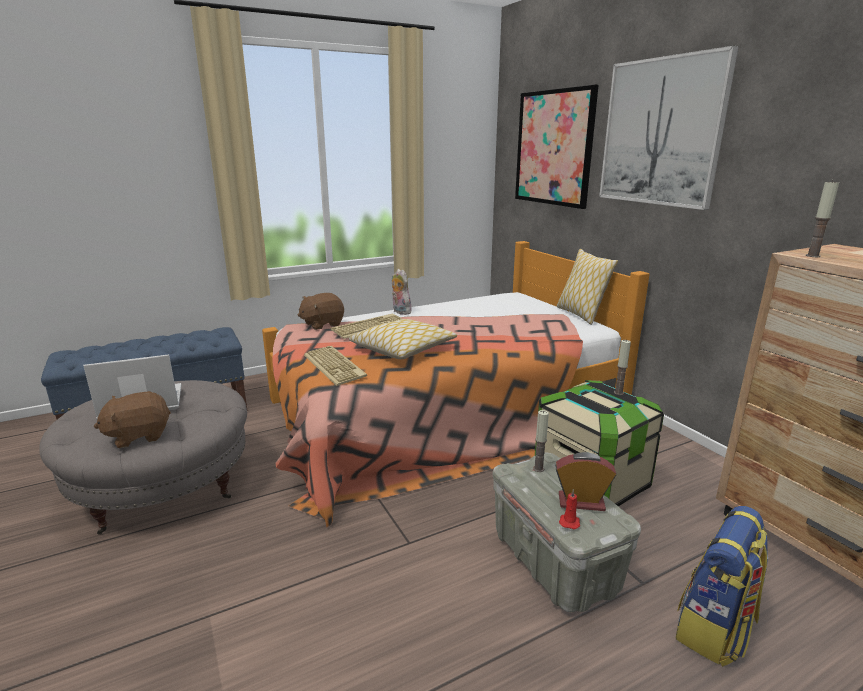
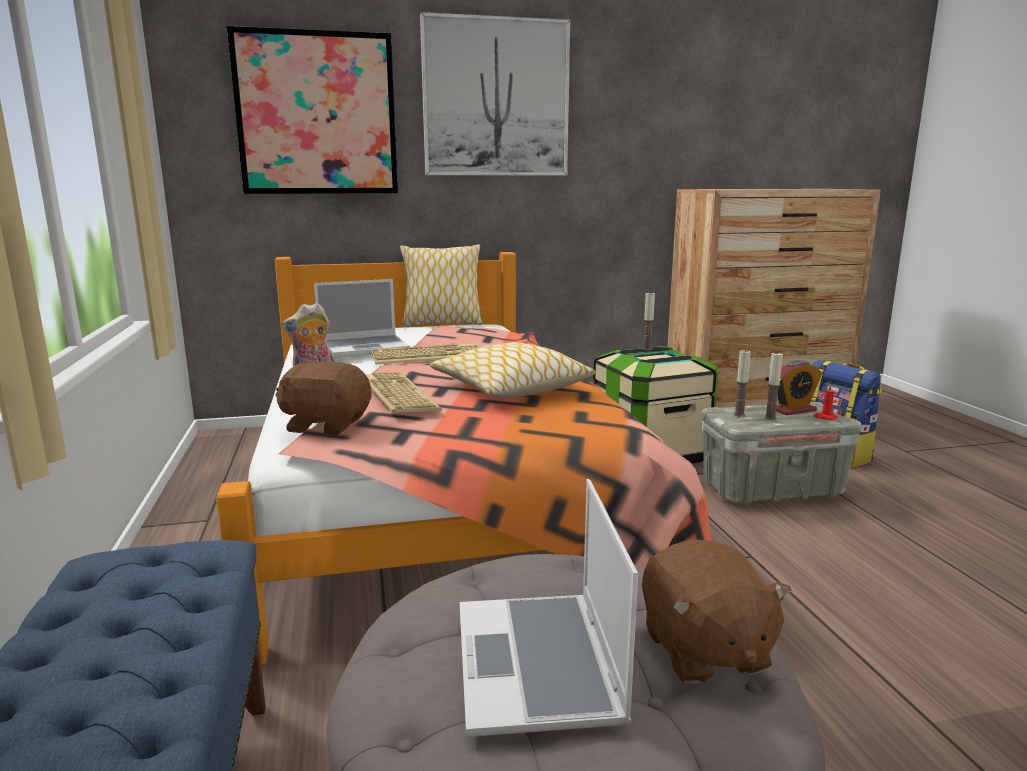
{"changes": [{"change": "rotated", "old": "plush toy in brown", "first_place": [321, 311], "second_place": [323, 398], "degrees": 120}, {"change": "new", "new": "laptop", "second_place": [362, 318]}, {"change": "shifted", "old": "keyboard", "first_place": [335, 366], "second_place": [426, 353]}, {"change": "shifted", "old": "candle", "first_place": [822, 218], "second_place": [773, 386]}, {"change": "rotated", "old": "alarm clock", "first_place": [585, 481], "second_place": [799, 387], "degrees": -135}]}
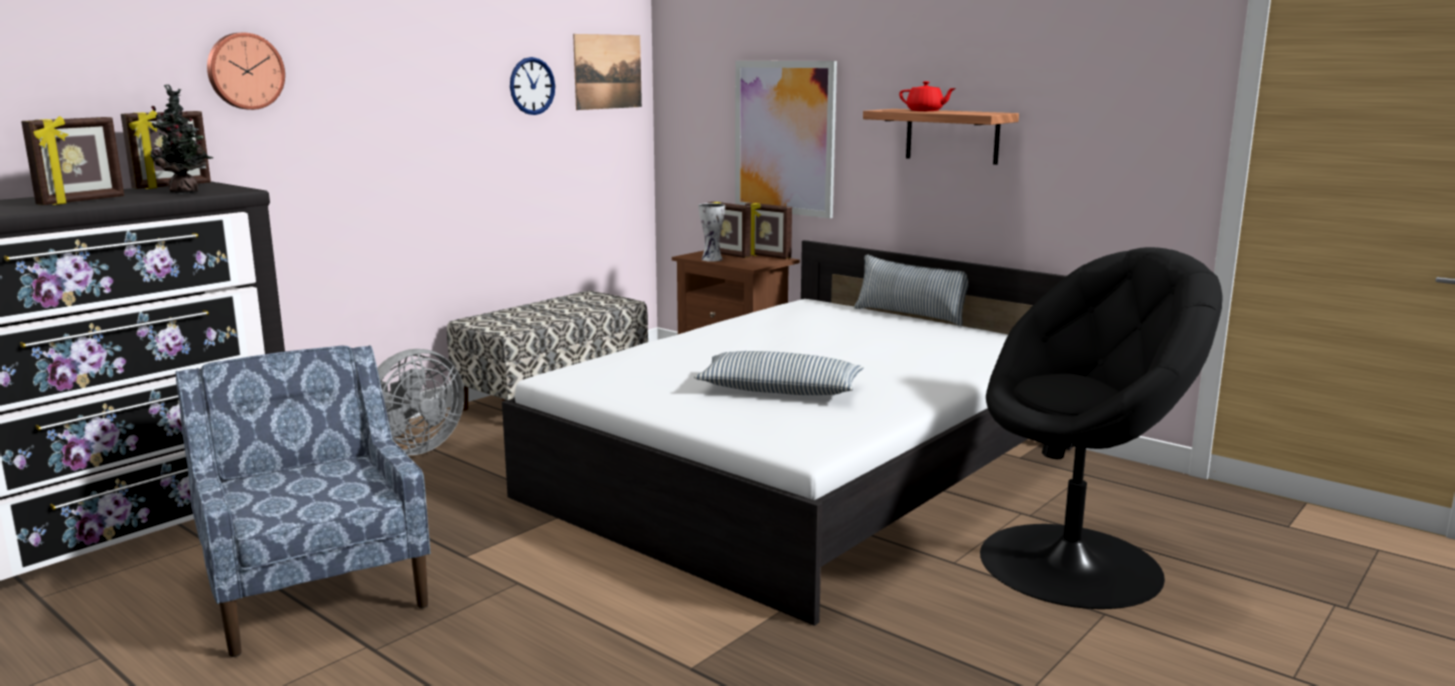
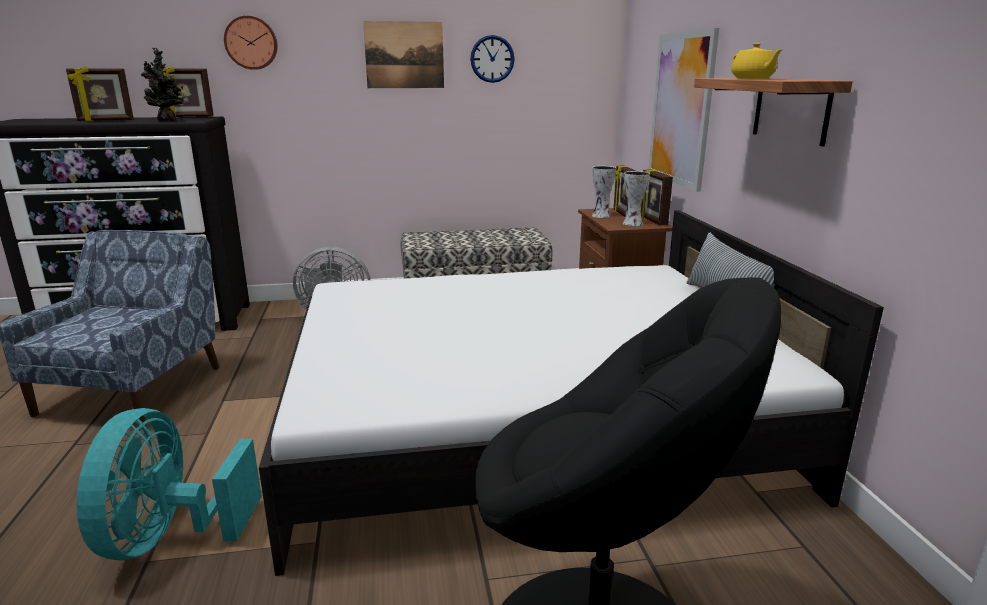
{"changes": [{"change": "new", "new": "fan in turquoise", "second_place": [169, 484]}, {"change": "shifted", "old": "picture", "first_place": [607, 72], "second_place": [403, 54]}, {"change": "new", "new": "vase", "second_place": [636, 198]}, {"change": "repainted", "old": "teapot in red", "new": "teapot in yellow", "first_place": [927, 96], "second_place": [756, 61]}, {"change": "gone", "old": "pillow", "first_place": [779, 373]}]}
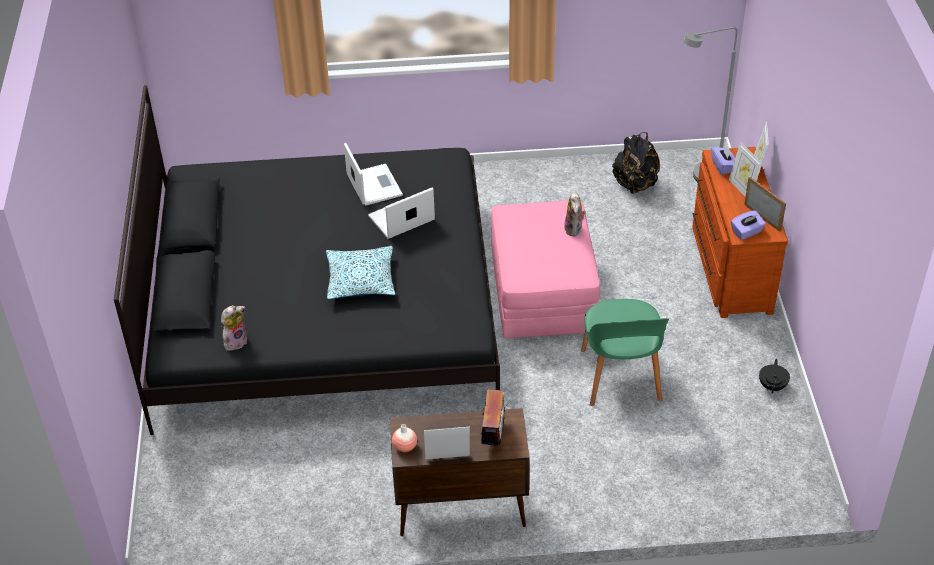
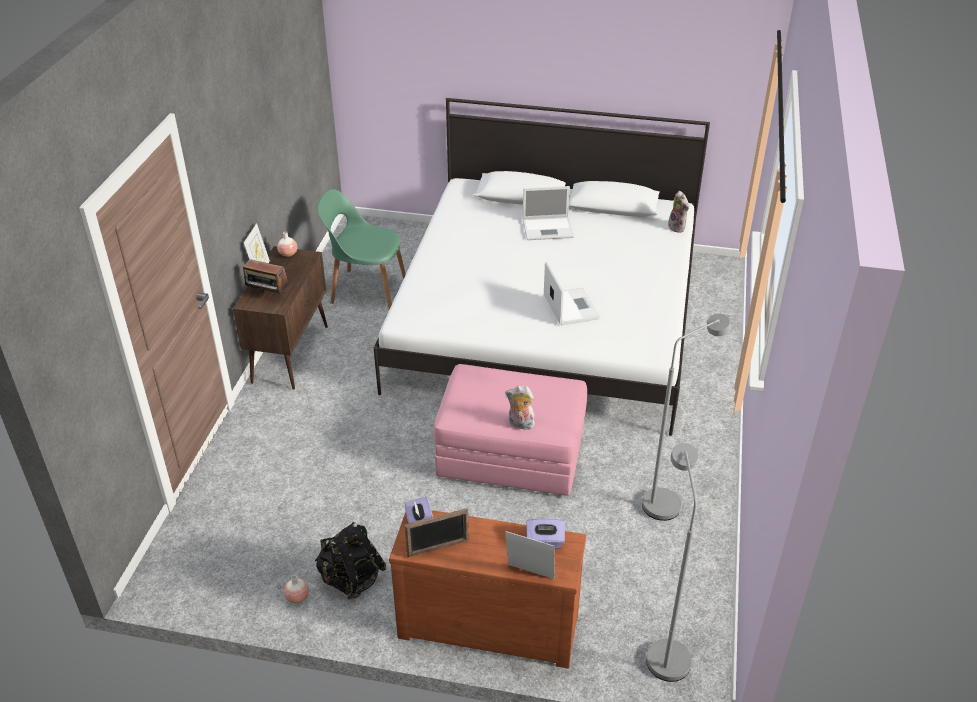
{"changes": [{"change": "swapped", "old": "teapot in black", "new": "vase", "first_place": [774, 376], "second_place": [296, 589]}, {"change": "shifted", "old": "backpack in black", "first_place": [636, 163], "second_place": [351, 561]}, {"change": "shifted", "old": "chair in green", "first_place": [625, 352], "second_place": [362, 249]}, {"change": "repainted", "old": "bed in black", "new": "bed in white", "first_place": [307, 260], "second_place": [542, 267]}, {"change": "shifted", "old": "laptop", "first_place": [373, 174], "second_place": [548, 213]}, {"change": "new", "new": "floor lamp in grey", "second_place": [686, 417]}, {"change": "shifted", "old": "plush toy", "first_place": [234, 328], "second_place": [678, 212]}, {"change": "gone", "old": "pillow", "first_place": [361, 272]}, {"change": "gone", "old": "picture frame", "first_place": [745, 169]}]}
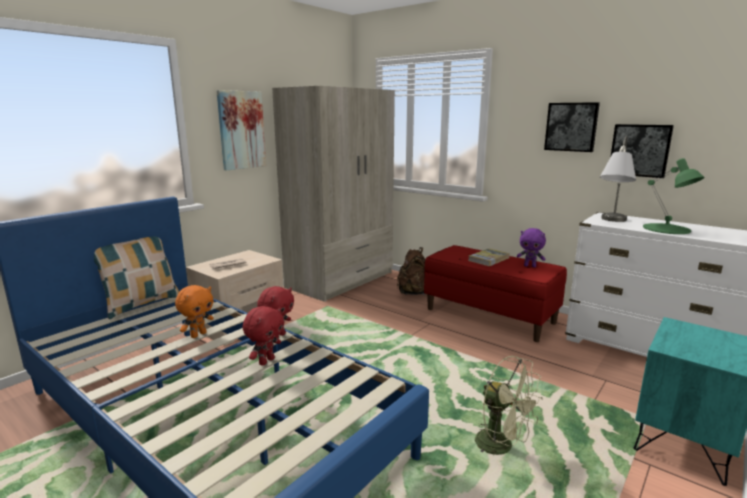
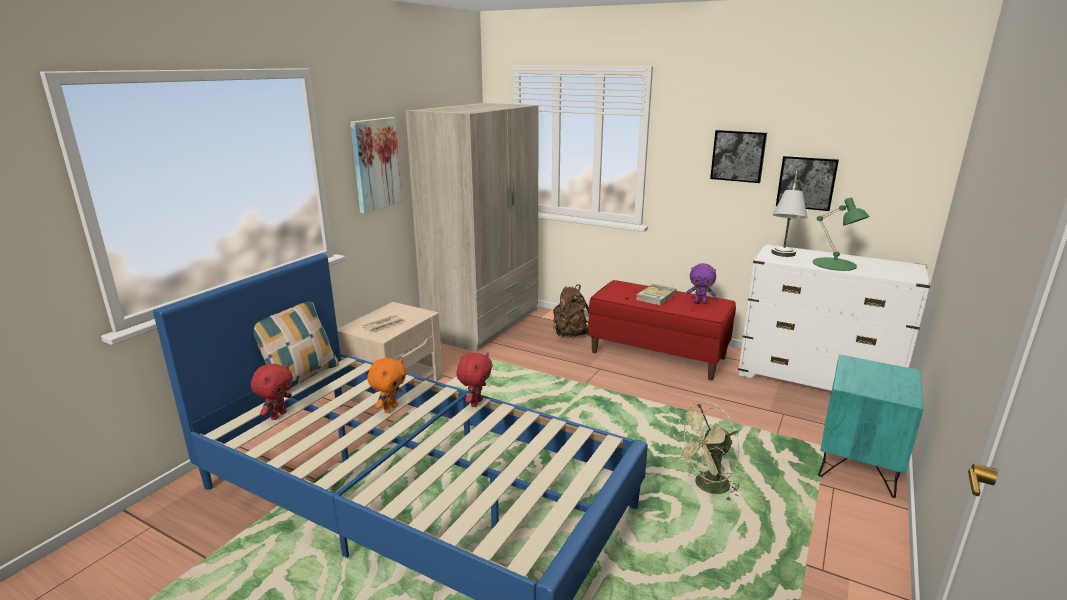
{"changes": [{"change": "shifted", "old": "plush toy in red", "first_place": [263, 336], "second_place": [272, 391]}, {"change": "rotated", "old": "fan in green", "first_place": [509, 405], "second_place": [707, 452], "degrees": 120}]}
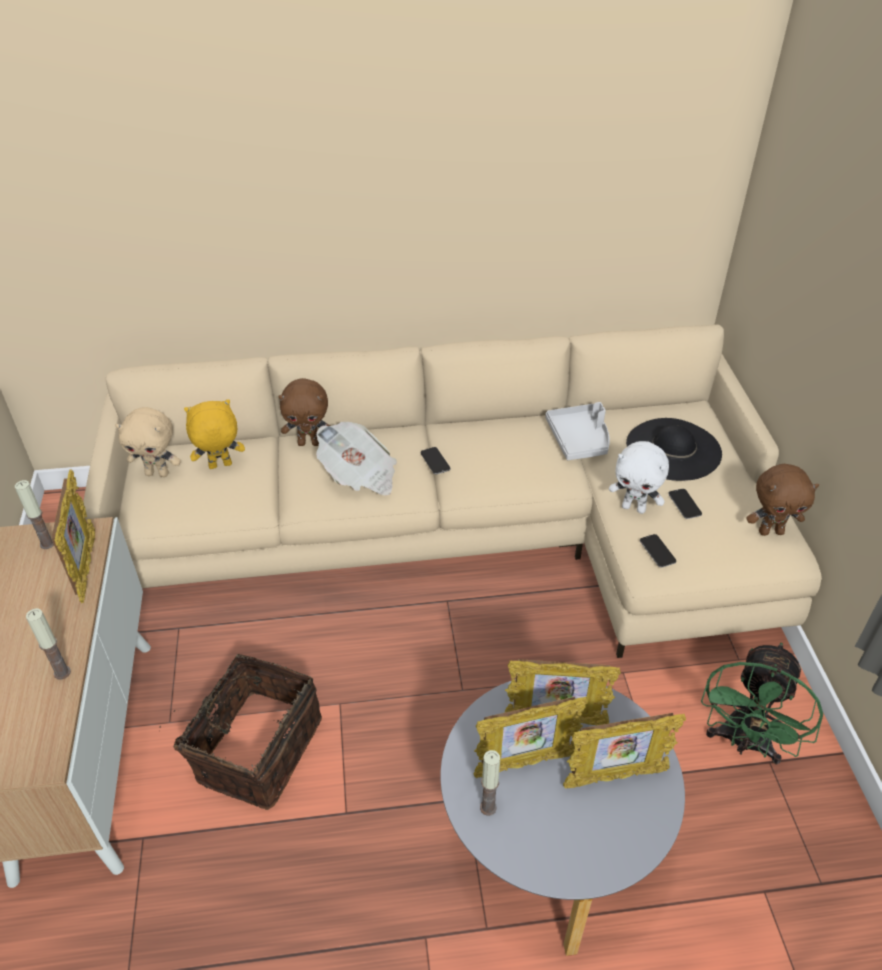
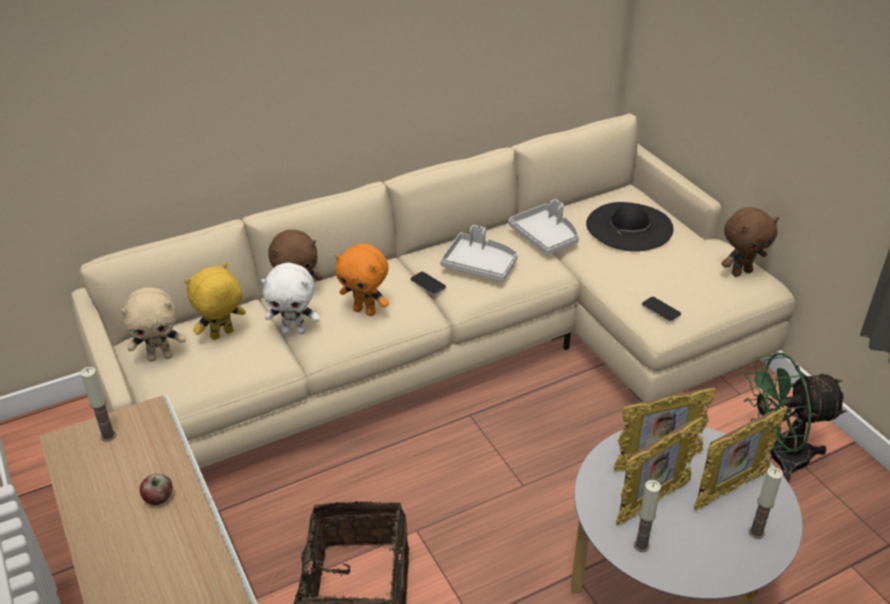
{"changes": [{"change": "new", "new": "apple", "second_place": [156, 489]}, {"change": "shifted", "old": "plush toy in white", "first_place": [639, 477], "second_place": [290, 298]}, {"change": "swapped", "old": "newspaper", "new": "plush toy in orange", "first_place": [356, 459], "second_place": [362, 280]}, {"change": "new", "new": "tray in grey", "second_place": [479, 253]}, {"change": "rotated", "old": "fan in green", "first_place": [762, 704], "second_place": [795, 418], "degrees": 75}, {"change": "shifted", "old": "candle", "first_place": [48, 644], "second_place": [766, 503]}, {"change": "gone", "old": "picture frame", "first_place": [73, 536]}, {"change": "gone", "old": "phone", "first_place": [685, 504]}]}
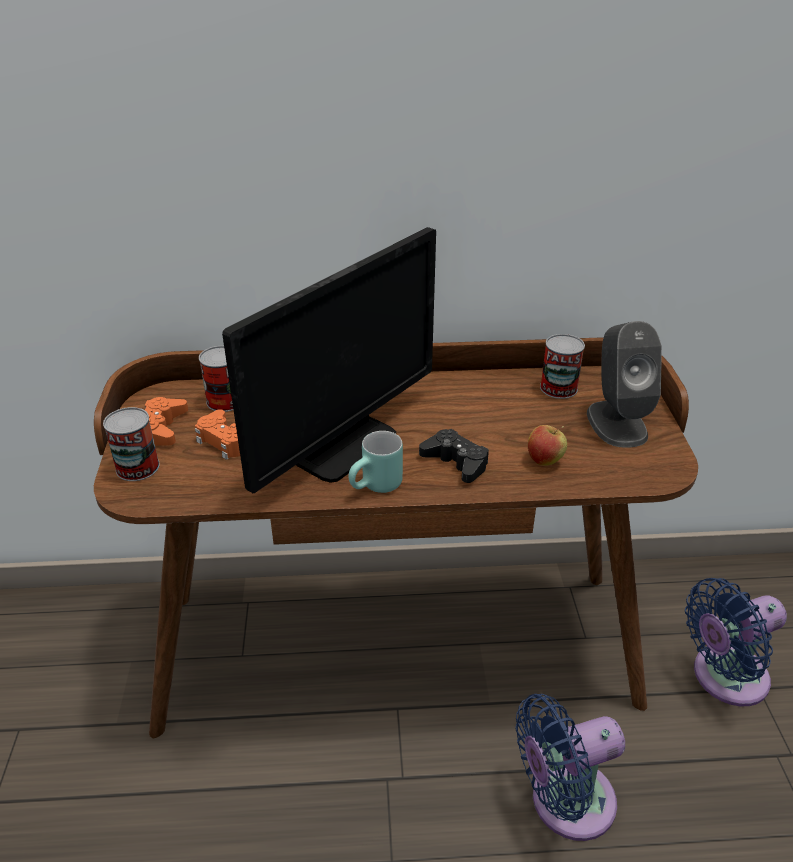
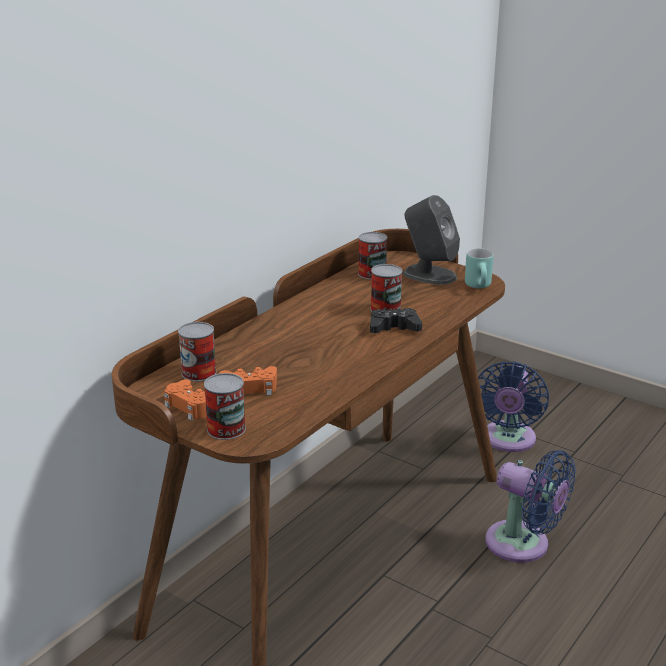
{"changes": [{"change": "new", "new": "can", "second_place": [387, 287]}, {"change": "shifted", "old": "mug in turquoise", "first_place": [375, 462], "second_place": [479, 268]}, {"change": "rotated", "old": "fan in blue", "first_place": [570, 767], "second_place": [530, 506], "degrees": -75}, {"change": "gone", "old": "monitor", "first_place": [329, 360]}, {"change": "gone", "old": "apple", "first_place": [547, 445]}]}
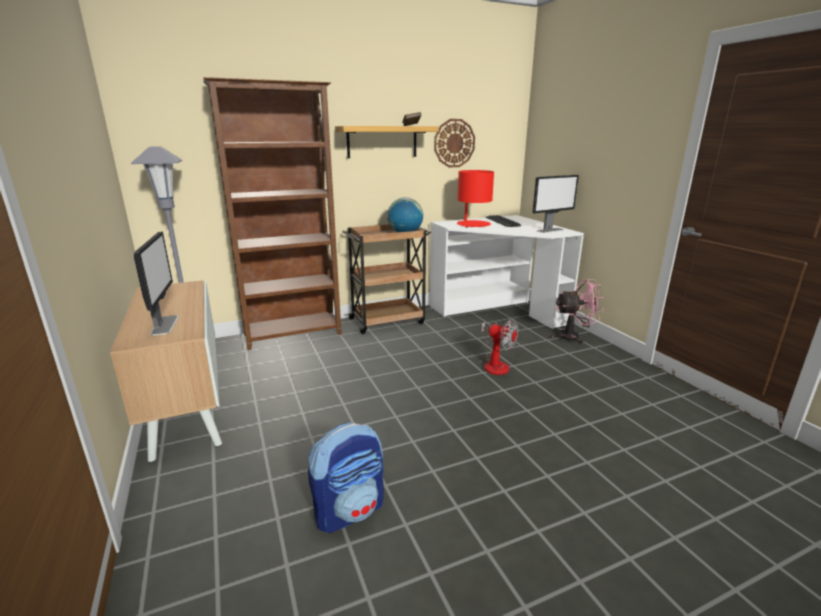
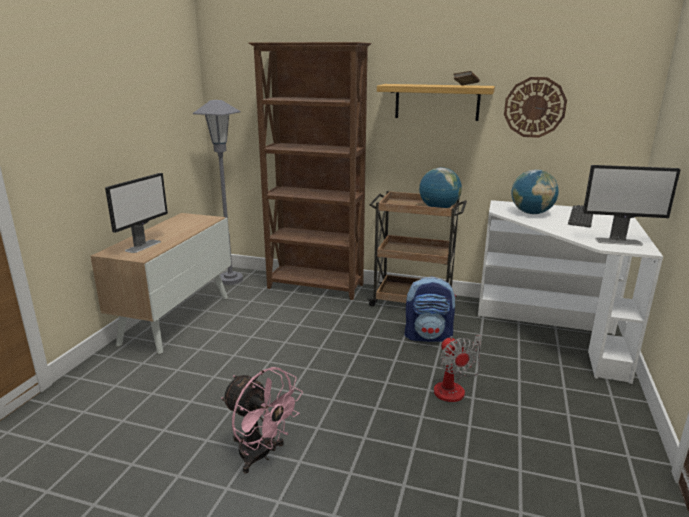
{"changes": [{"change": "shifted", "old": "fan in pink", "first_place": [578, 312], "second_place": [262, 420]}, {"change": "shifted", "old": "backpack", "first_place": [346, 478], "second_place": [430, 309]}, {"change": "swapped", "old": "table lamp in red", "new": "globe", "first_place": [475, 199], "second_place": [535, 191]}]}
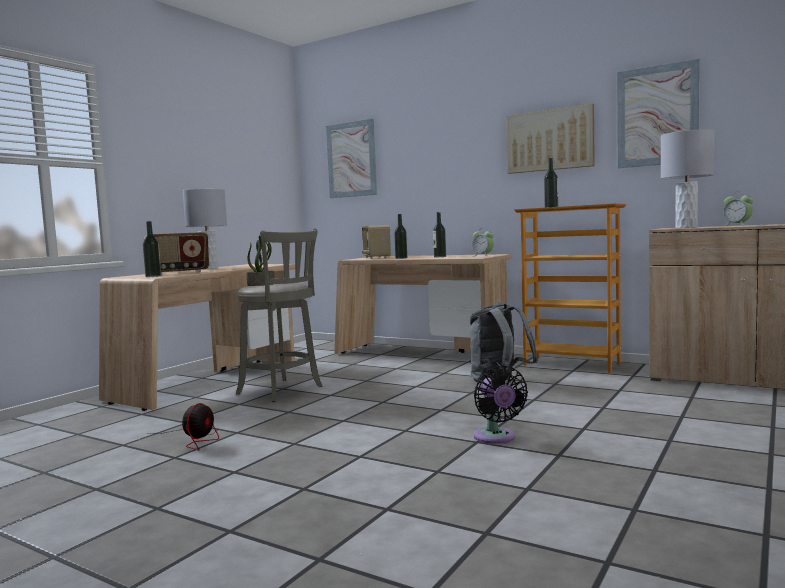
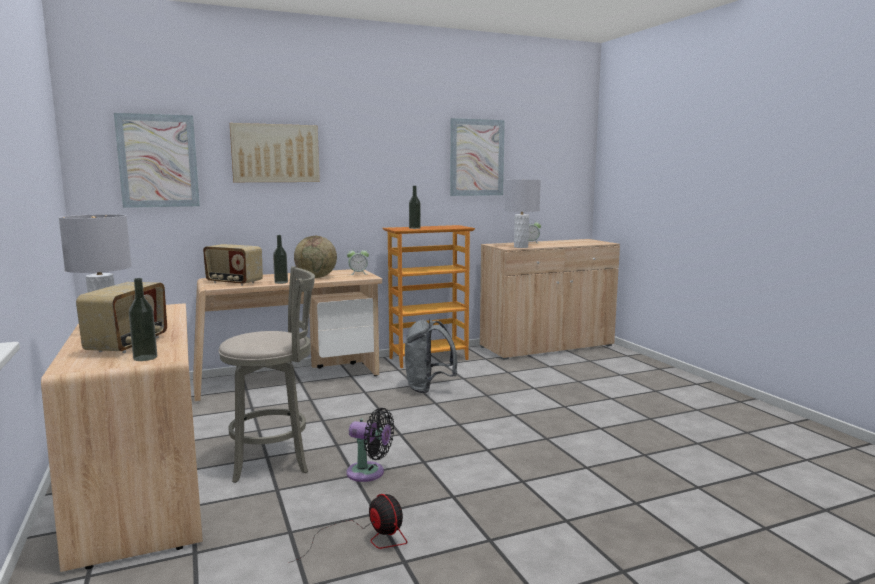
{"changes": [{"change": "shifted", "old": "picture", "first_place": [550, 138], "second_place": [275, 152]}, {"change": "swapped", "old": "bottle", "new": "globe", "first_place": [439, 234], "second_place": [315, 257]}, {"change": "shifted", "old": "fan in black", "first_place": [501, 404], "second_place": [370, 445]}, {"change": "gone", "old": "potted plant", "first_place": [260, 261]}]}
